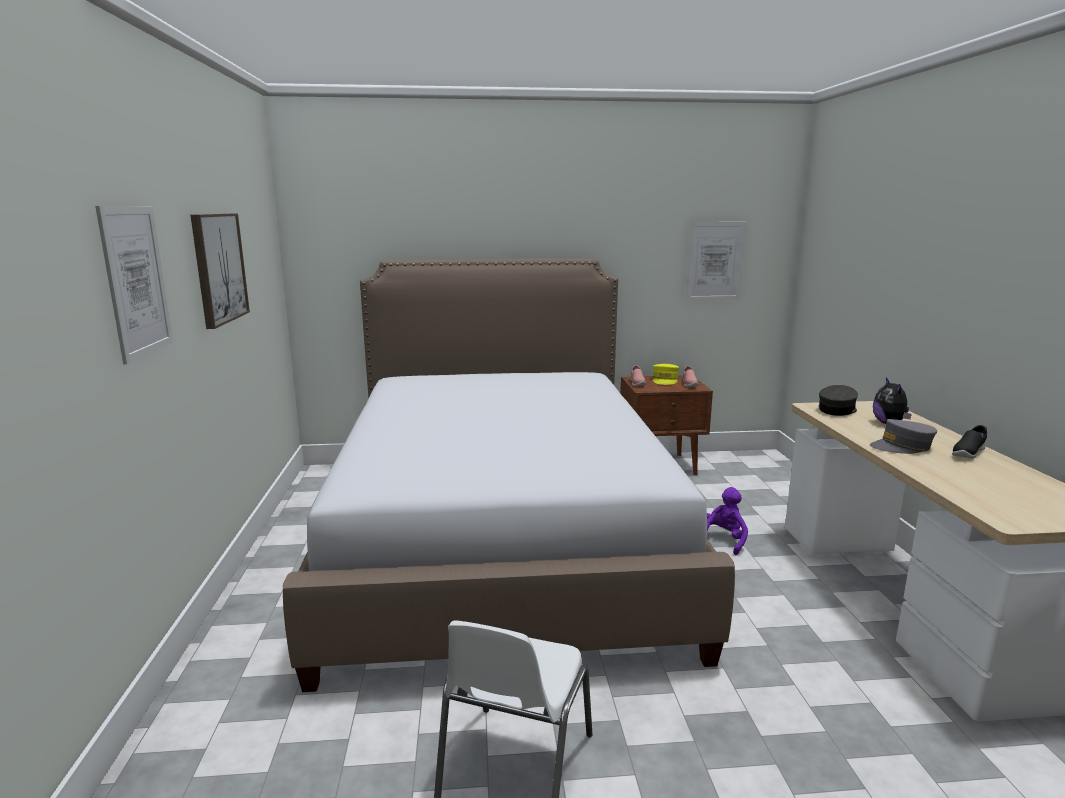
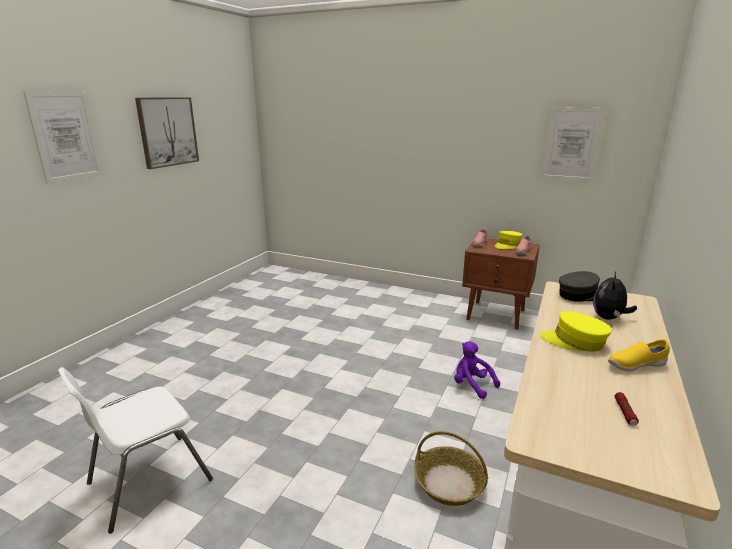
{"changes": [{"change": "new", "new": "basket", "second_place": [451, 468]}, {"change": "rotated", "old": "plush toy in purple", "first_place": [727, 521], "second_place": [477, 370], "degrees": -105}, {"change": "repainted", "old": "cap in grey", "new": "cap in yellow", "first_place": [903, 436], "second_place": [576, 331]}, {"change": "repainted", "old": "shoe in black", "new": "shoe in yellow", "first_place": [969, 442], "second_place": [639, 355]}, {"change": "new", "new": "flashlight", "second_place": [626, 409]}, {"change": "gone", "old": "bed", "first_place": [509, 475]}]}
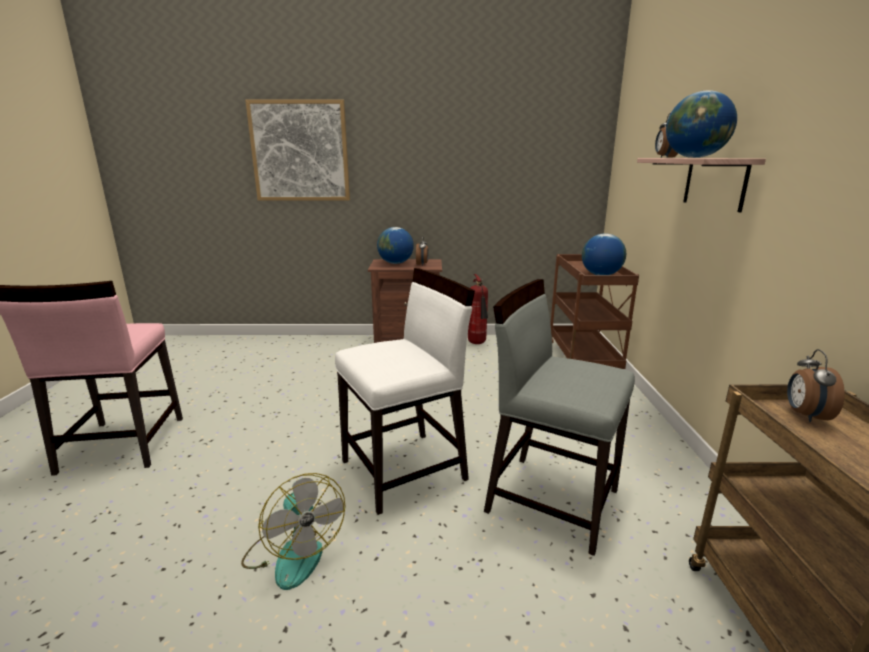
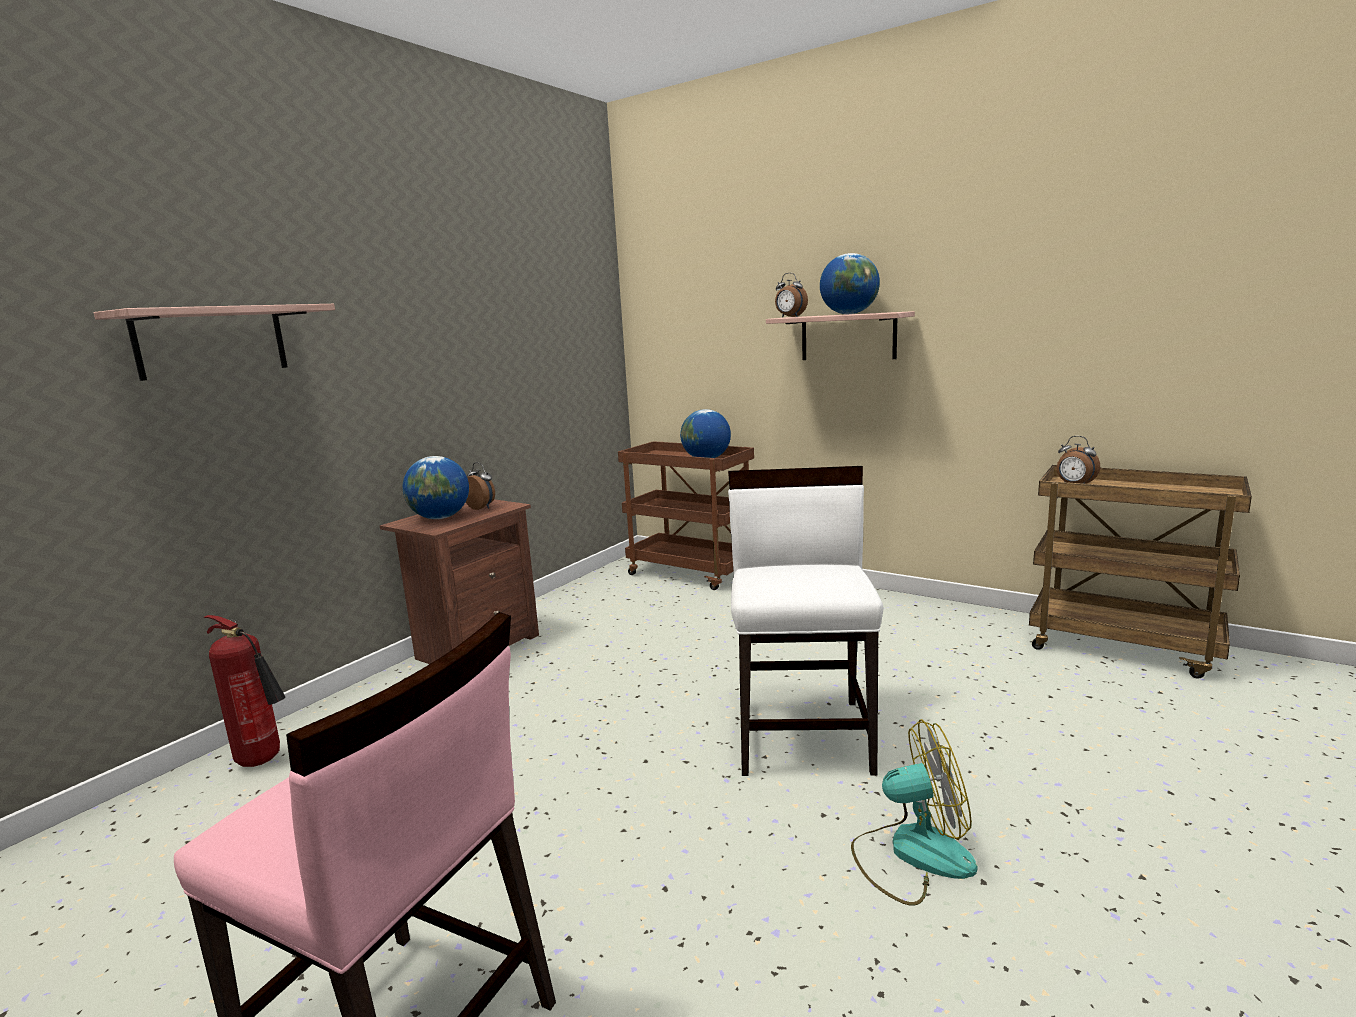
{"changes": [{"change": "swapped", "old": "picture", "new": "shelf", "first_place": [297, 150], "second_place": [214, 342]}, {"change": "shifted", "old": "fire extinguisher", "first_place": [478, 309], "second_place": [244, 691]}, {"change": "gone", "old": "chair in grey", "first_place": [559, 417]}]}
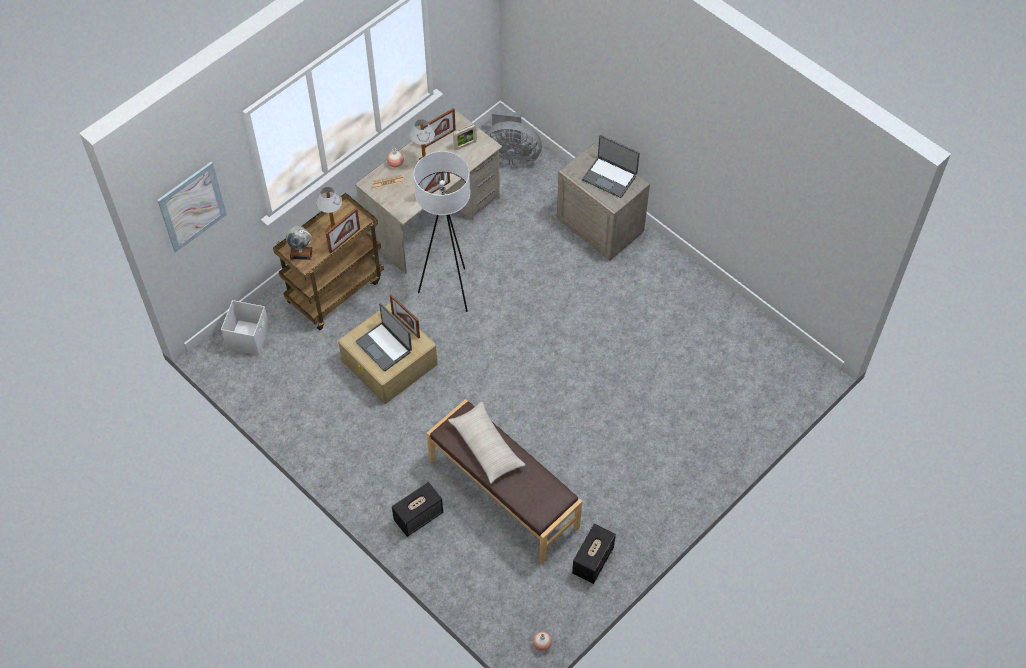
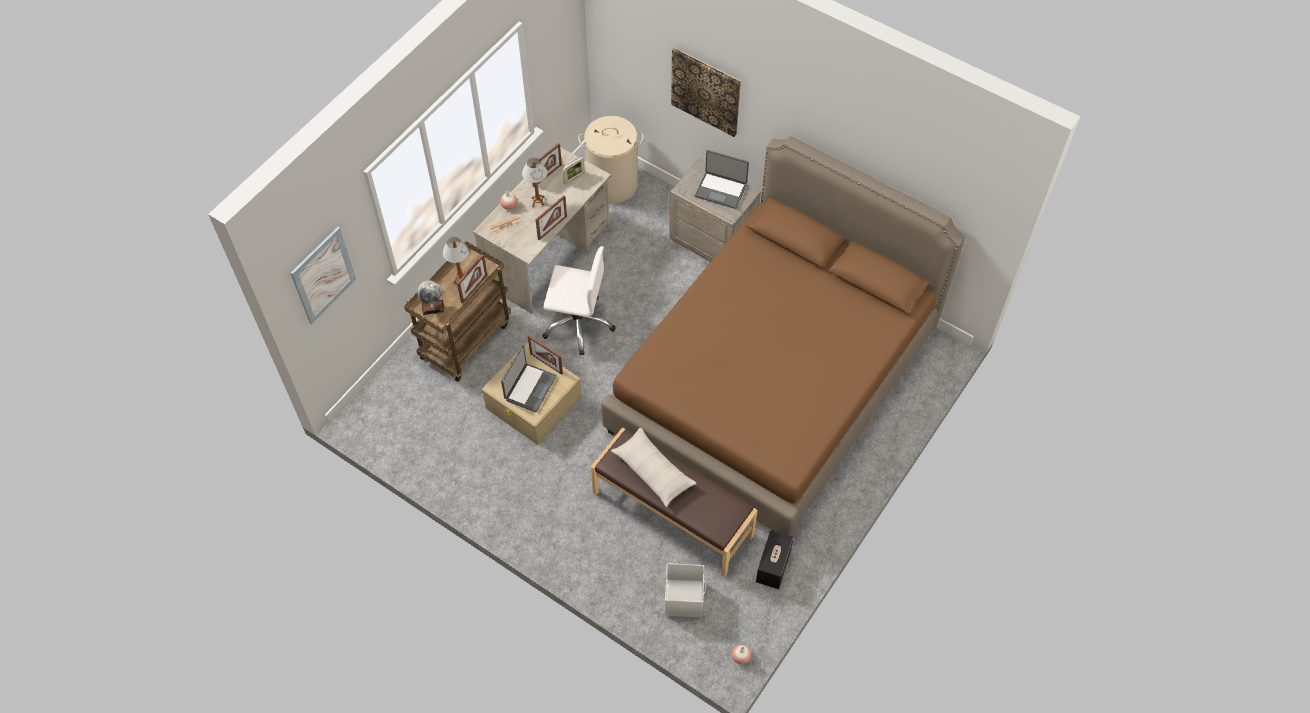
{"changes": [{"change": "rotated", "old": "laptop", "first_place": [384, 337], "second_place": [529, 378], "degrees": -105}, {"change": "swapped", "old": "floor lamp in white", "new": "office chair in white", "first_place": [442, 231], "second_place": [579, 300]}, {"change": "swapped", "old": "fan in grey", "new": "laundry basket in beige", "first_place": [514, 138], "second_place": [611, 159]}, {"change": "new", "new": "bed in brown", "second_place": [783, 336]}, {"change": "shifted", "old": "storage box in white", "first_place": [245, 327], "second_place": [685, 590]}, {"change": "new", "new": "picture", "second_place": [706, 92]}, {"change": "gone", "old": "speaker", "first_place": [417, 509]}]}
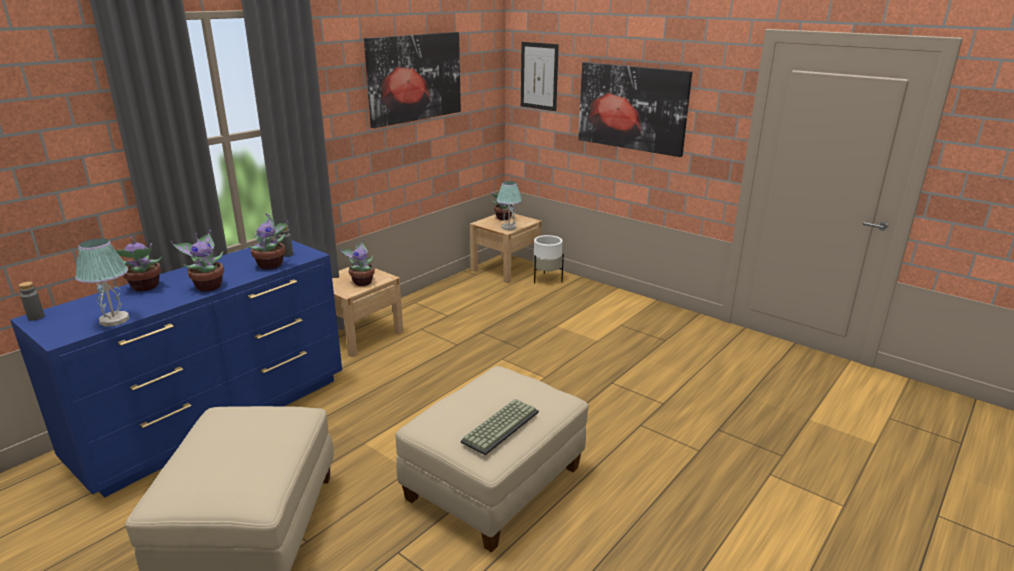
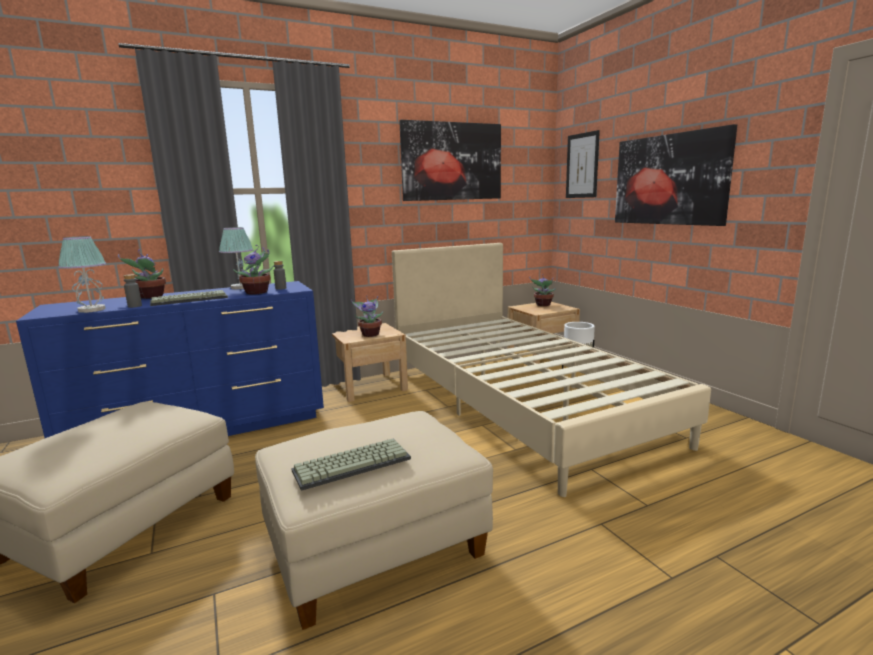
{"changes": [{"change": "shifted", "old": "bottle in grey", "first_place": [32, 301], "second_place": [133, 291]}, {"change": "swapped", "old": "potted plant", "new": "keyboard", "first_place": [197, 261], "second_place": [189, 298]}, {"change": "shifted", "old": "table lamp", "first_place": [509, 205], "second_place": [236, 258]}, {"change": "new", "new": "bed in beige", "second_place": [551, 370]}]}
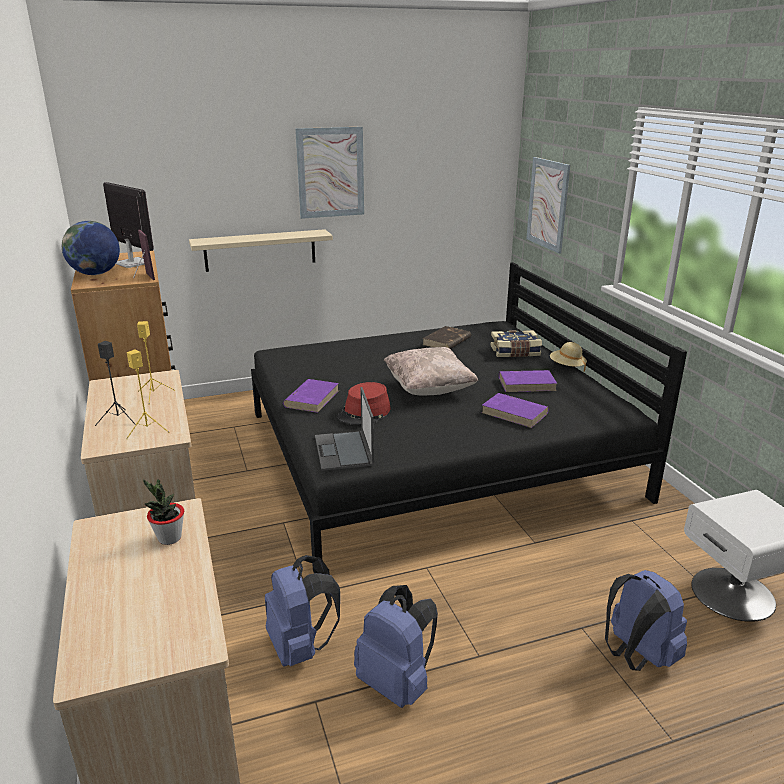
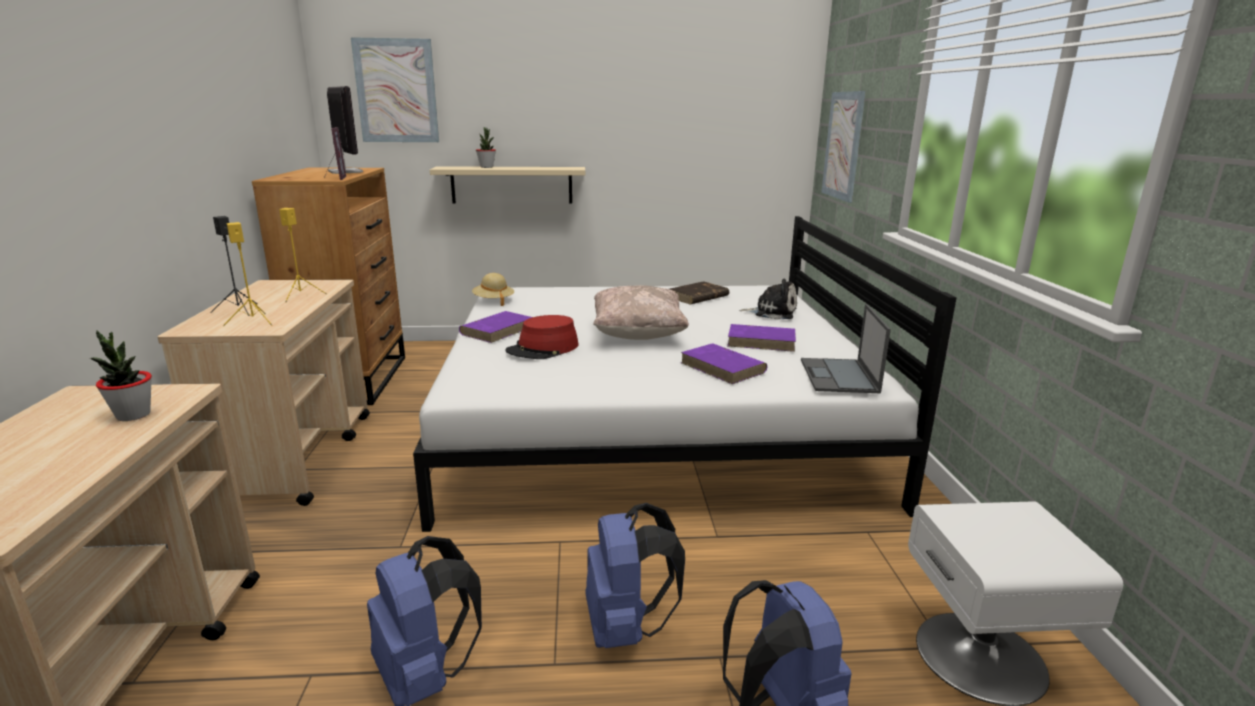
{"changes": [{"change": "shifted", "old": "picture", "first_place": [329, 173], "second_place": [395, 89]}, {"change": "repainted", "old": "bed in black", "new": "bed in white", "first_place": [469, 417], "second_place": [685, 374]}, {"change": "shifted", "old": "hat in beige", "first_place": [568, 357], "second_place": [493, 289]}, {"change": "new", "new": "potted plant", "second_place": [486, 147]}, {"change": "shifted", "old": "backpack in blue", "first_place": [302, 611], "second_place": [635, 575]}, {"change": "swapped", "old": "book", "new": "plush toy", "first_place": [516, 343], "second_place": [768, 299]}, {"change": "shifted", "old": "laptop", "first_place": [344, 429], "second_place": [846, 348]}, {"change": "gone", "old": "globe", "first_place": [91, 248]}]}
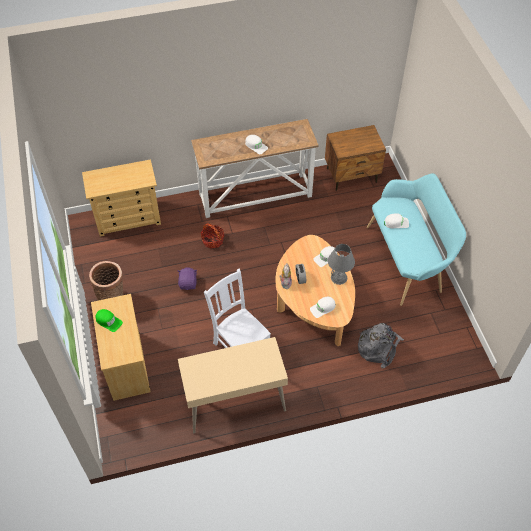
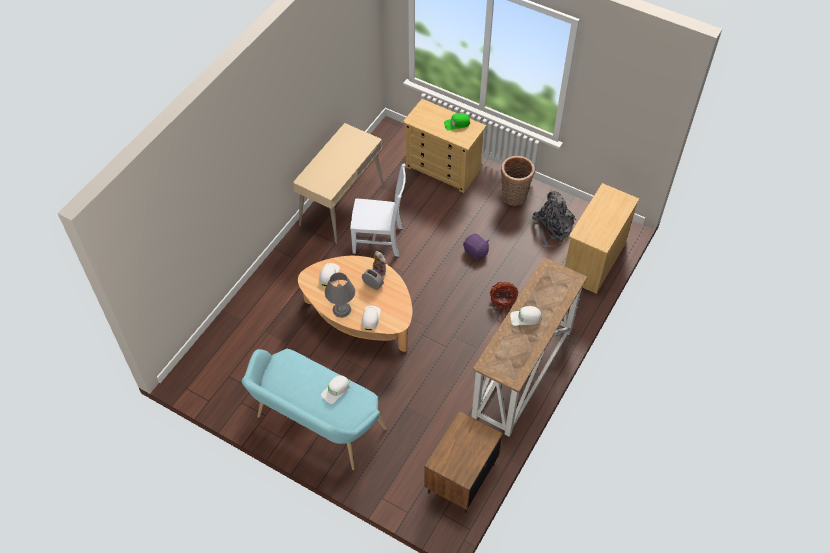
{"changes": [{"change": "shifted", "old": "backpack in grey", "first_place": [381, 345], "second_place": [554, 219]}]}
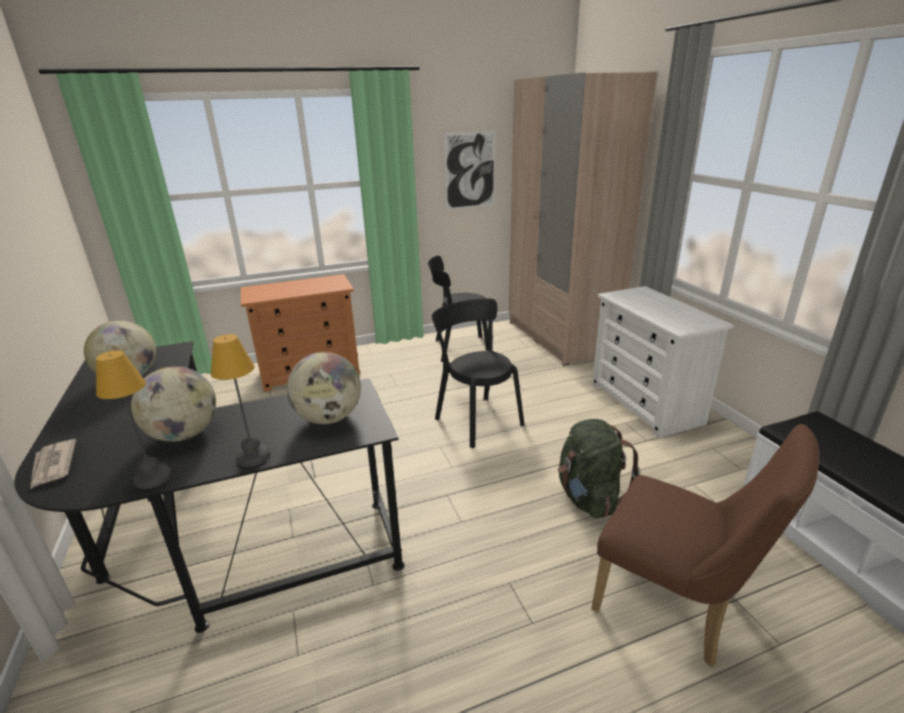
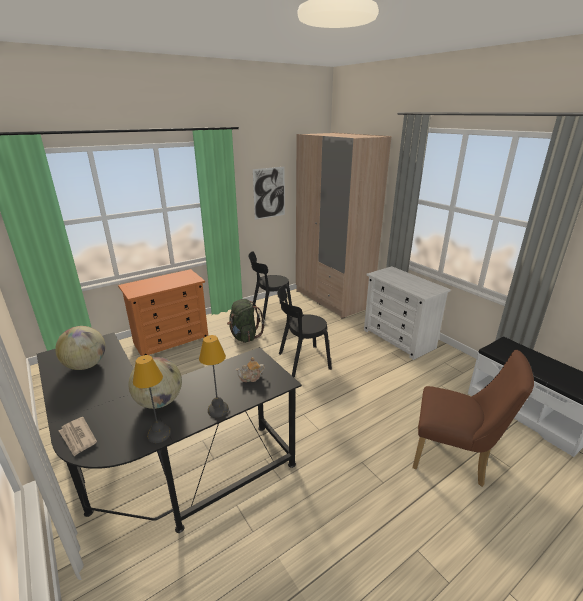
{"changes": [{"change": "shifted", "old": "backpack in green", "first_place": [599, 468], "second_place": [246, 321]}, {"change": "swapped", "old": "globe", "new": "teapot", "first_place": [324, 388], "second_place": [250, 369]}, {"change": "rotated", "old": "chair in black", "first_place": [478, 373], "second_place": [304, 331], "degrees": -60}]}
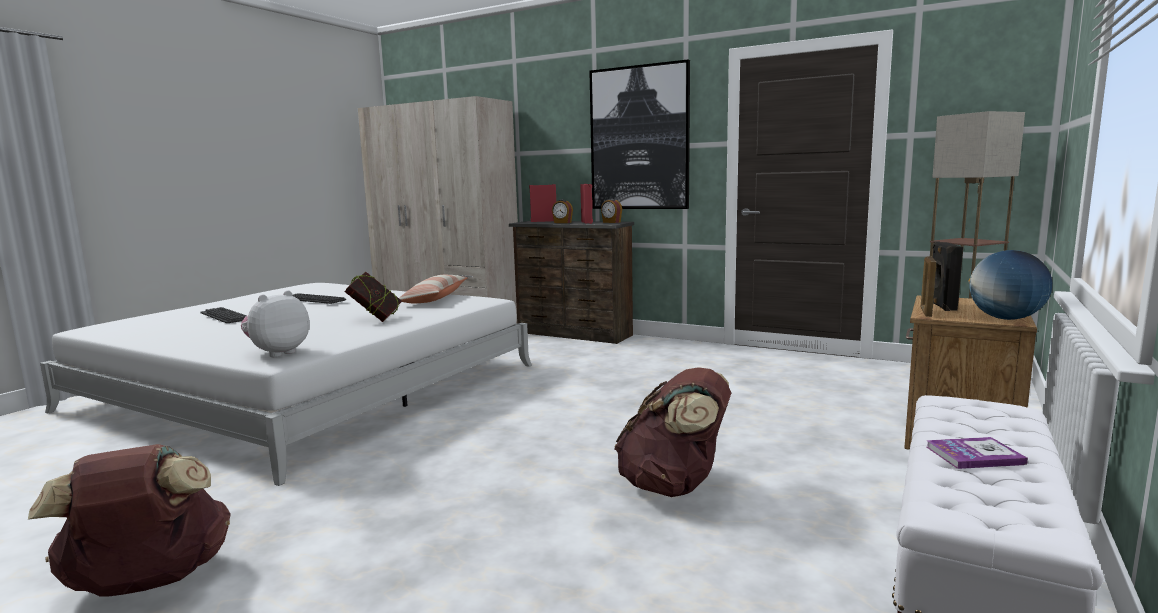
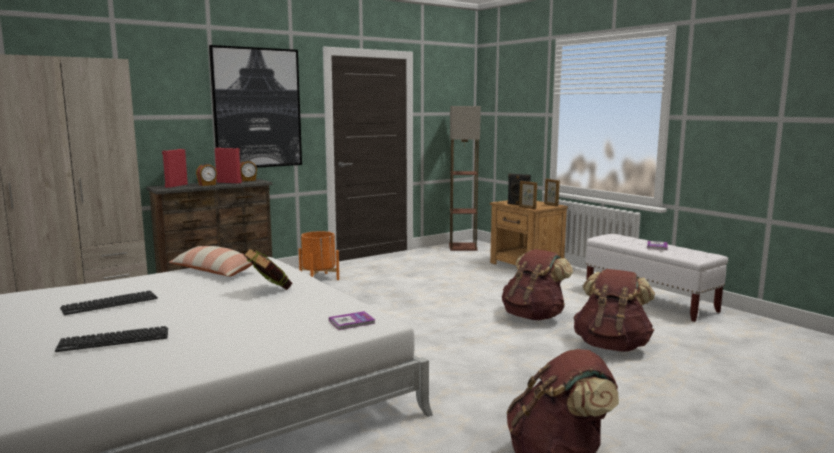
{"changes": [{"change": "new", "new": "planter in orange", "second_place": [319, 255]}, {"change": "swapped", "old": "plush toy", "new": "book", "first_place": [275, 323], "second_place": [352, 320]}, {"change": "swapped", "old": "globe", "new": "picture frame", "first_place": [1010, 285], "second_place": [552, 192]}, {"change": "new", "new": "backpack in brown", "second_place": [614, 310]}]}
